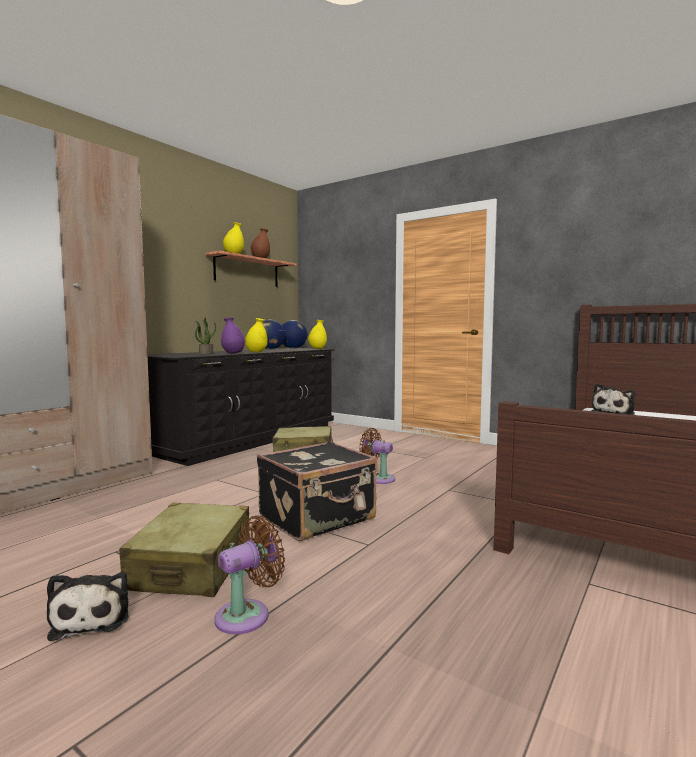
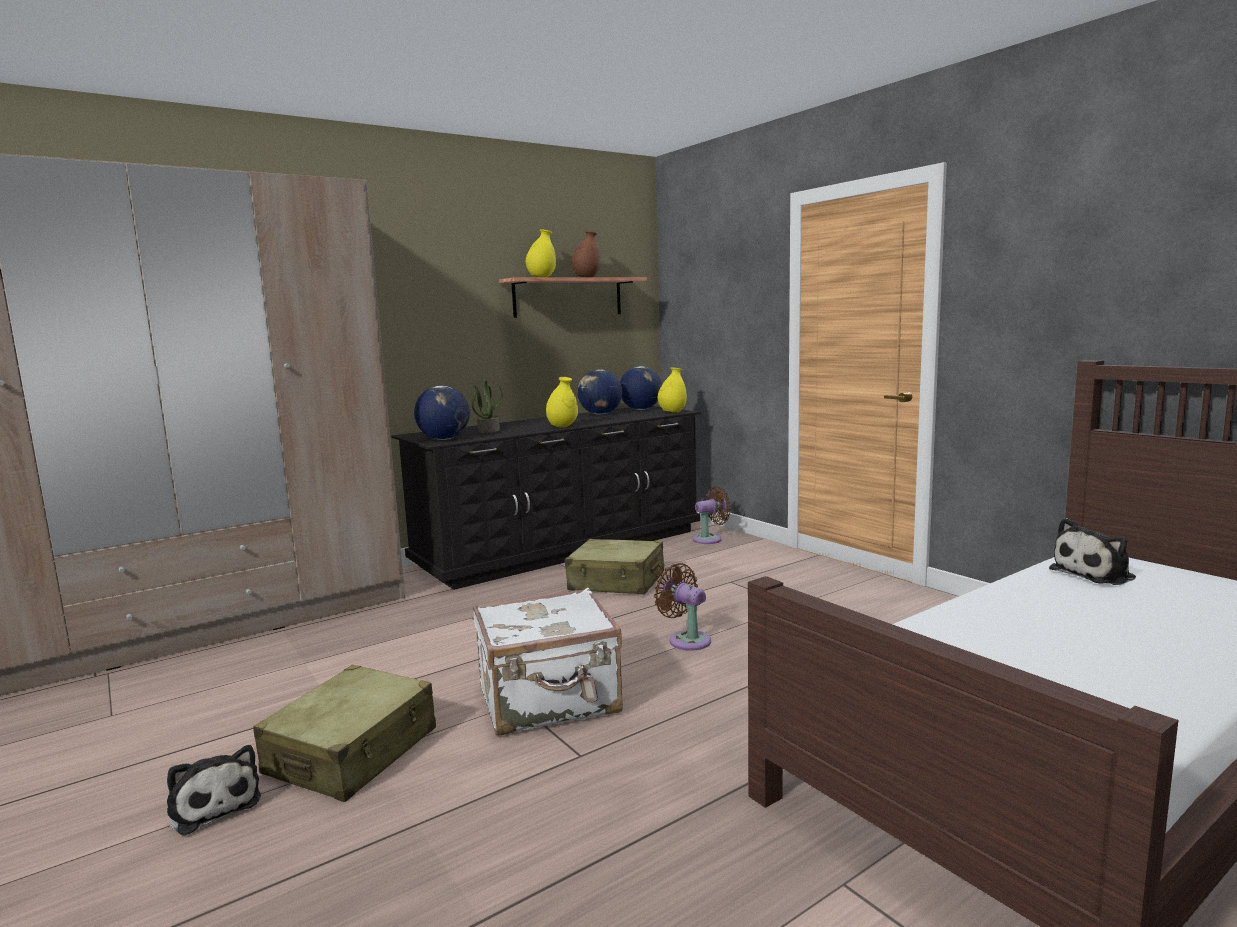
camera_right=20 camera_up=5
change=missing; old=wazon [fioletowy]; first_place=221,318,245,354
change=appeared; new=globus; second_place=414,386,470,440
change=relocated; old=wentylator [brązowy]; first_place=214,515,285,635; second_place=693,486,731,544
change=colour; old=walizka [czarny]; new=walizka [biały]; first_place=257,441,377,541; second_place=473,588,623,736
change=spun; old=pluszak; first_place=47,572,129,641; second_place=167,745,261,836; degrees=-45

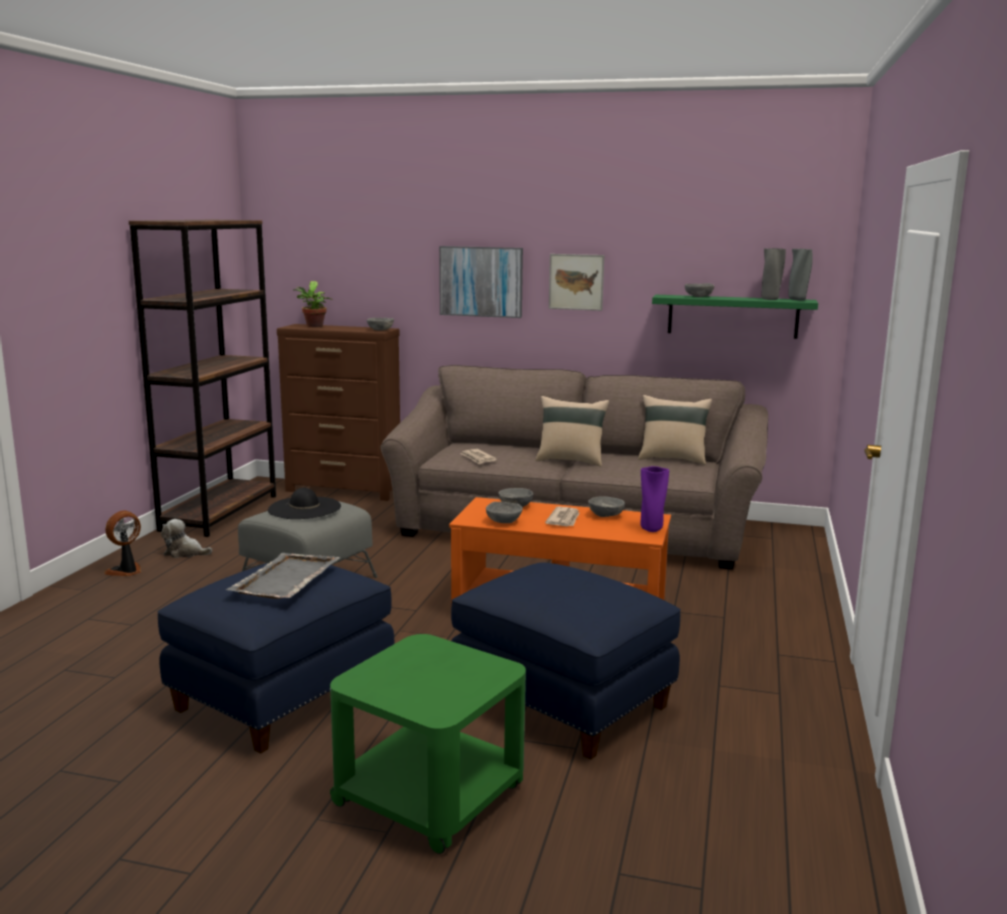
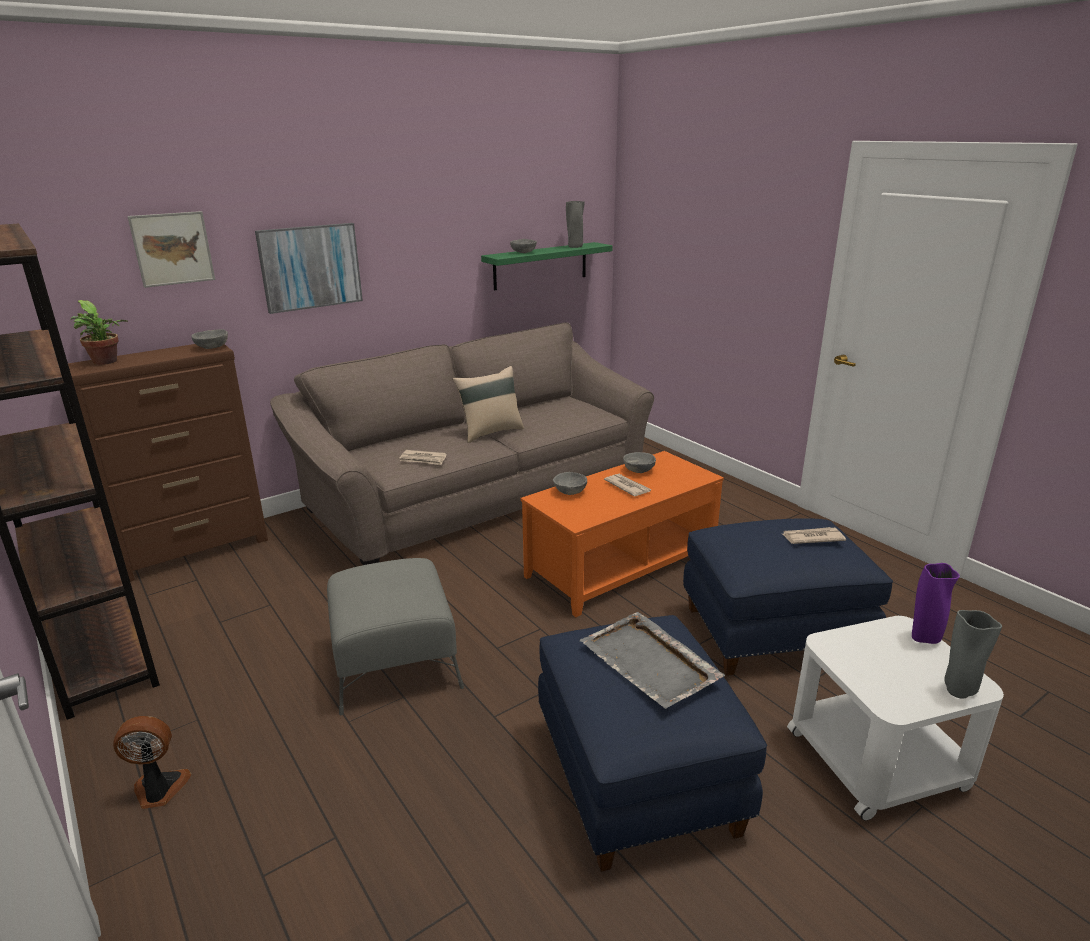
camera_right=-50 camera_up=10
change=missing; old=pluszak; first_place=161,519,212,558
change=missing; old=kapelusz [czarny]; first_place=268,488,341,519
change=missing; old=miska [szary]; first_place=486,502,523,523
change=missing; old=poduszka [beżowy]; first_place=638,395,712,465
change=appeared; new=gazeta; second_place=783,527,846,544
change=relocated; old=obraz; first_place=549,254,604,311; second_place=127,211,215,288
change=relocated; old=wazon [fioletowy]; first_place=641,466,669,532; second_place=912,563,960,644
change=relocated; old=wazon [szary]; first_place=788,249,813,301; second_place=944,610,1002,699
change=colour; old=stolik [zielony]; new=stolik [biały]; first_place=330,634,526,854; second_place=787,616,1004,821
change=spun; old=wentylator; first_place=104,511,141,576; second_place=113,716,191,809; degrees=90

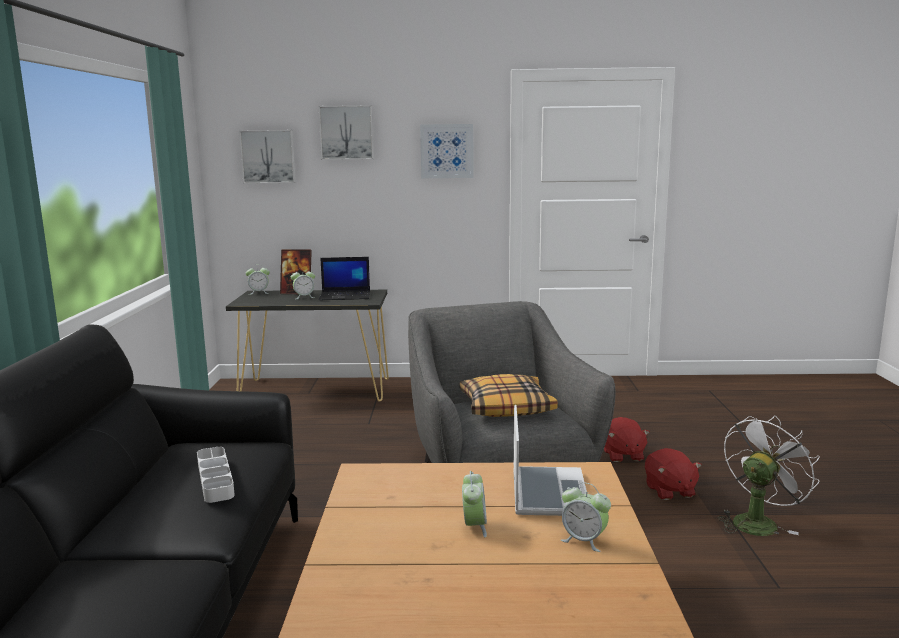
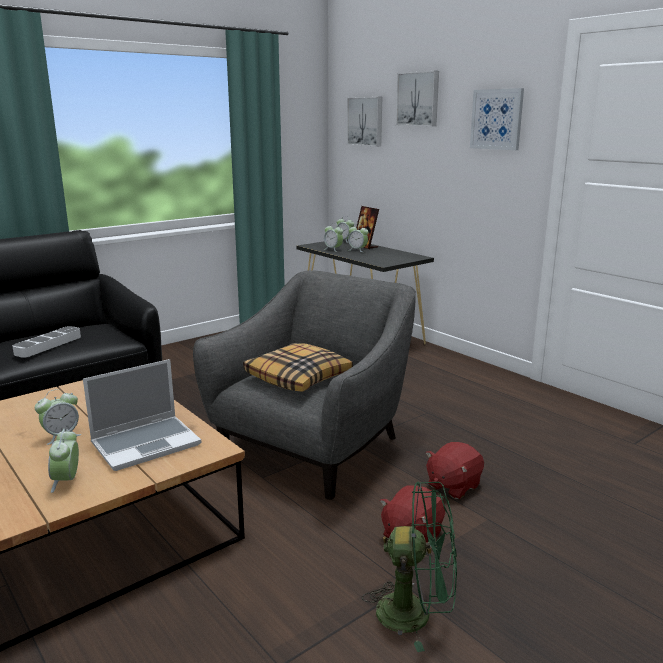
camera_right=50 camera_up=5
change=missing; old=laptop; first_place=319,257,370,301
change=appeared; new=budzik; second_place=324,223,343,252
change=colour; old=wentylator [biały]; new=wentylator [zielony]; first_place=718,415,820,536; second_place=362,482,457,652

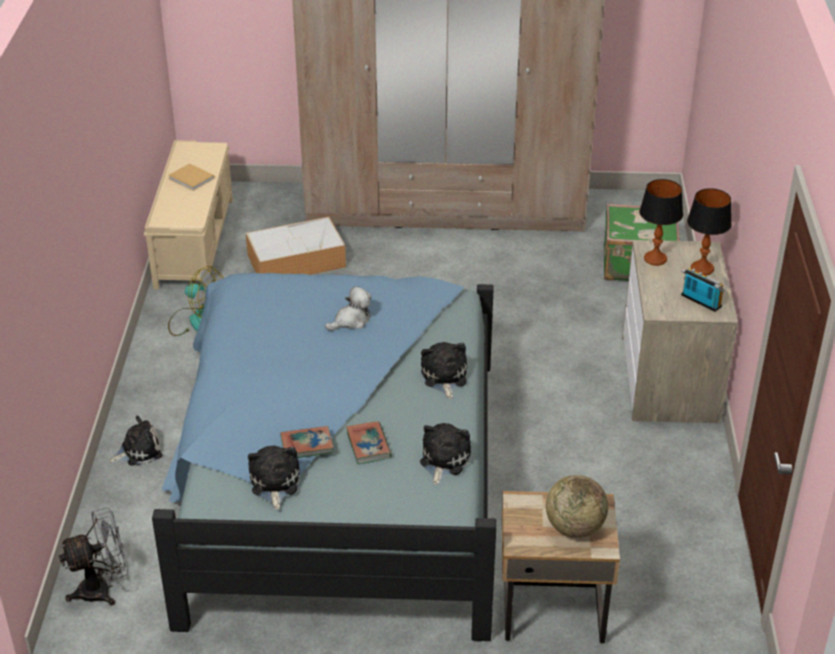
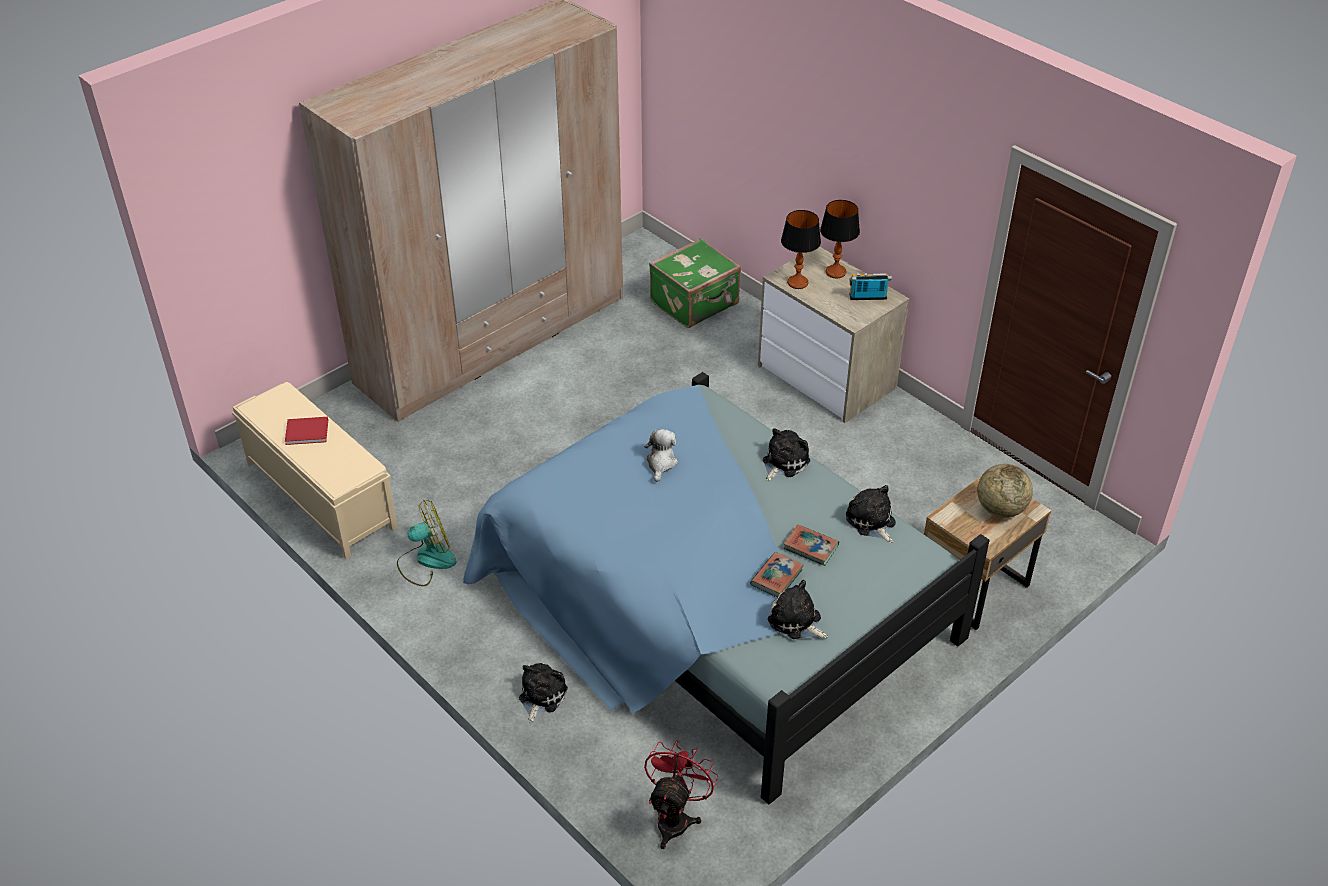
camera_right=-45 camera_up=5
change=missing; old=pojemnik do przechowywania; first_place=246,217,346,275
change=colour; old=wentylator [szary]; new=wentylator [czerwony]; first_place=59,507,128,606; second_place=644,740,718,849
change=colour; old=książka [beżowy]; new=książka [czerwony]; first_place=168,163,214,191; second_place=285,417,328,445
change=spun; old=pluszak; first_place=421,342,467,399; second_place=763,428,810,481; degrees=90

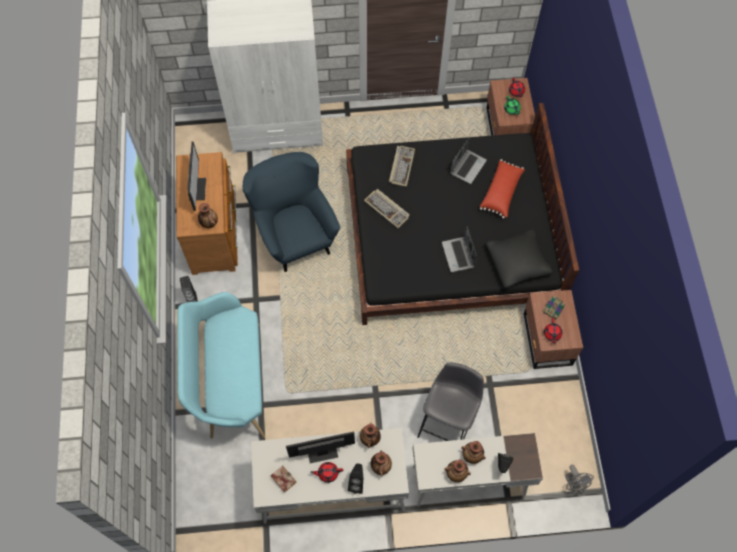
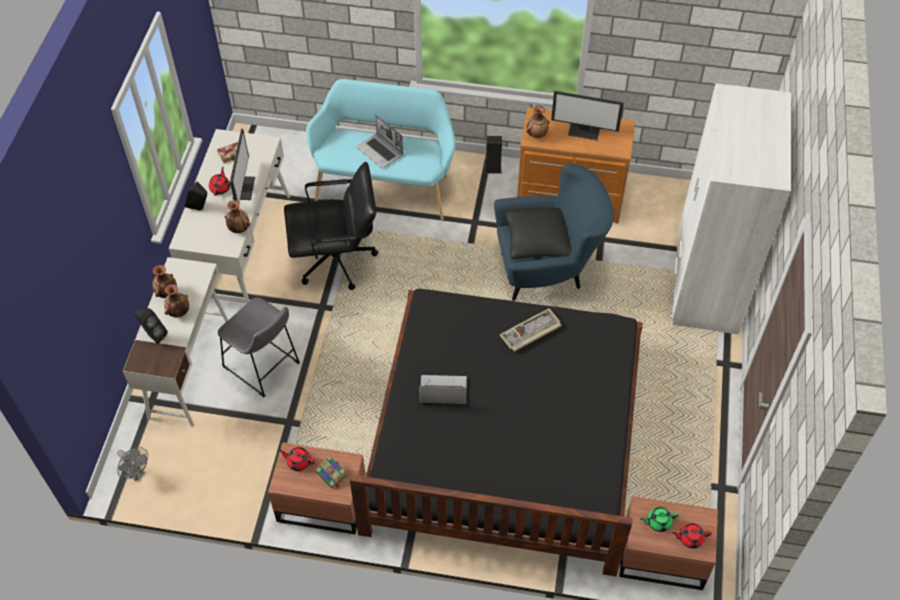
camera_right=105 camera_up=-10
change=missing; old=wazon; first_place=371,450,392,477
change=missing; old=klawiatura; first_place=389,146,415,187
change=missing; old=poduszka [czerwony]; first_place=480,159,525,219
change=appeared; new=krzesło biurowe [czarny]; second_place=284,162,378,290
change=relocated; old=laptop; first_place=450,138,487,184; second_place=357,115,403,169
change=relocated; old=poduszka [czarny]; first_place=486,229,553,288; second_place=505,208,571,259
change=spun; old=wentylator [szary]; first_place=565,465,594,492; second_place=117,447,148,481; degrees=-135

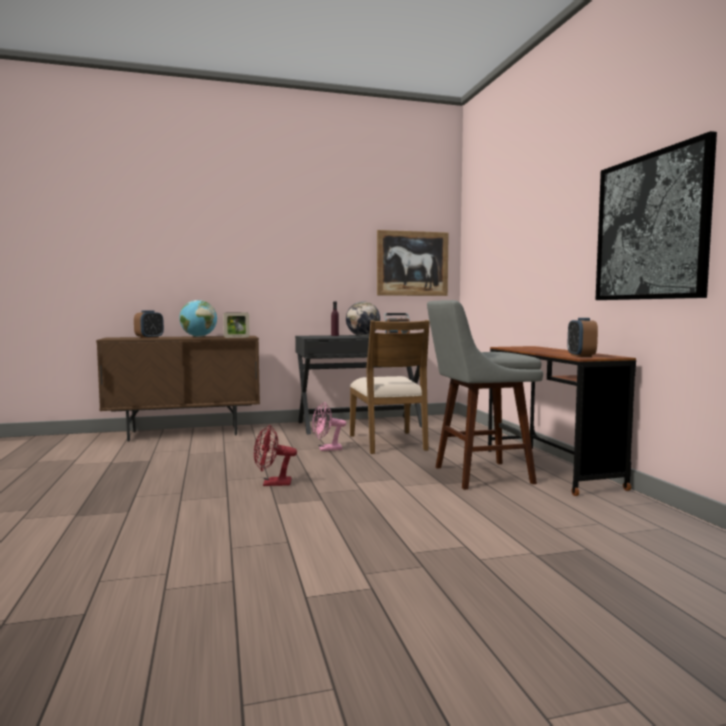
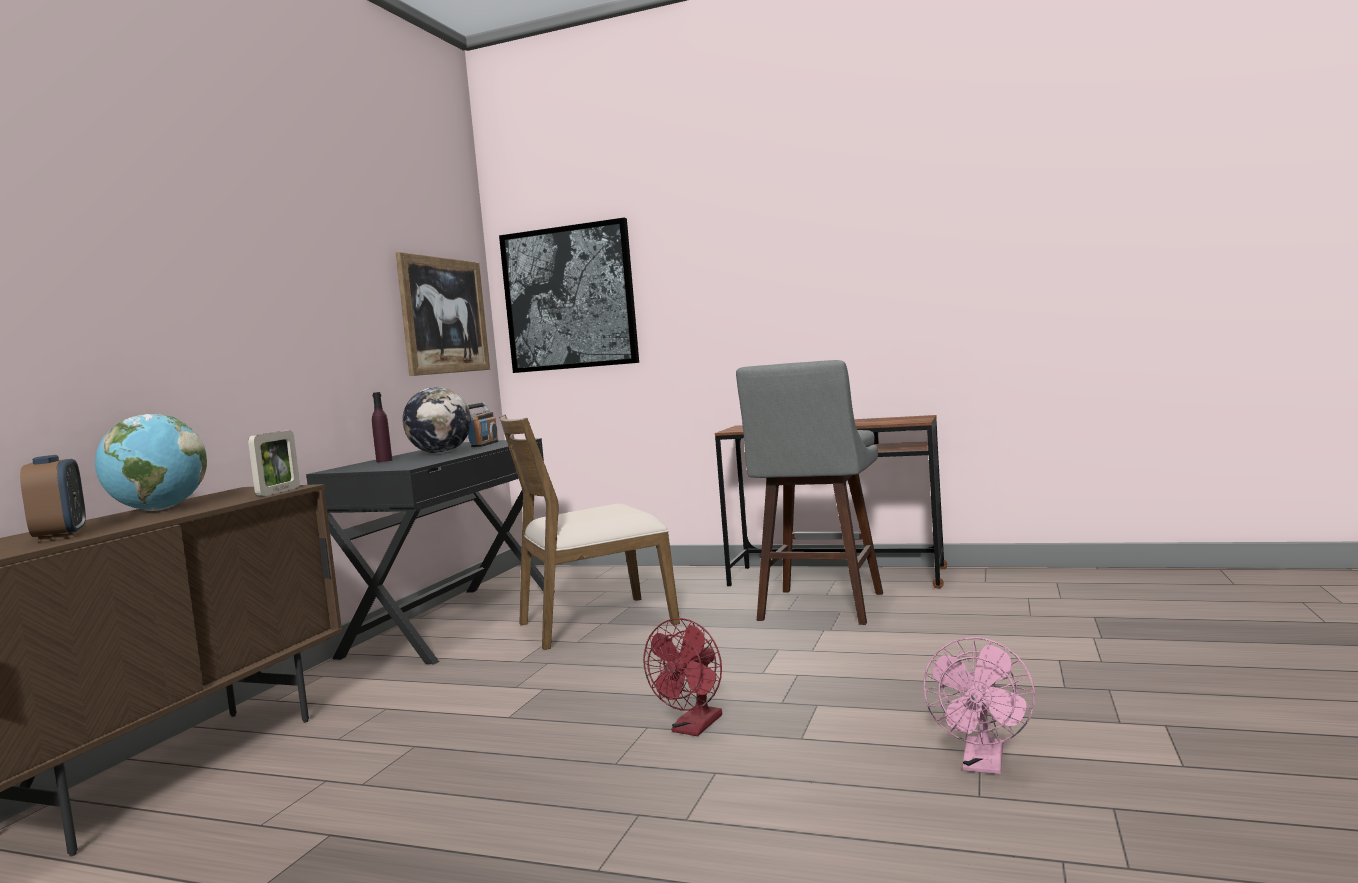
camera_right=-55 camera_up=0
change=missing; old=budzik; first_place=567,318,598,357
change=relocated; old=wentylator [różowy]; first_place=312,402,346,451; second_place=923,637,1035,774
change=relocated; old=obraz; first_place=595,131,717,300; second_place=499,218,639,373
change=spun; old=krzesło [brązowy]; first_place=350,320,430,454; second_place=499,415,680,650; degrees=135

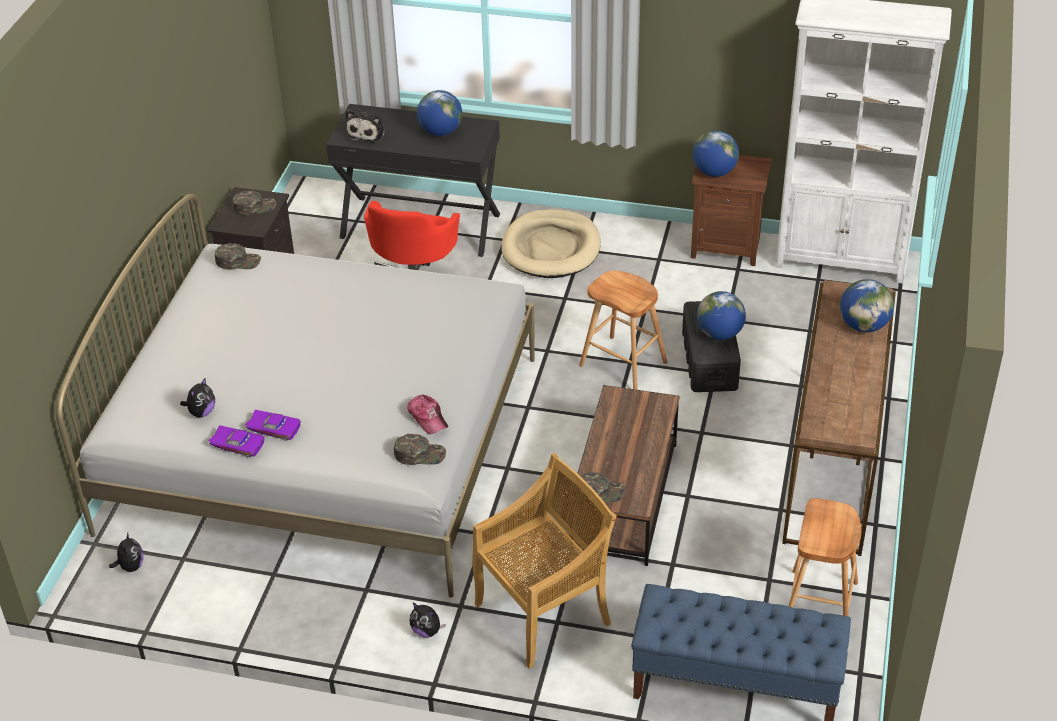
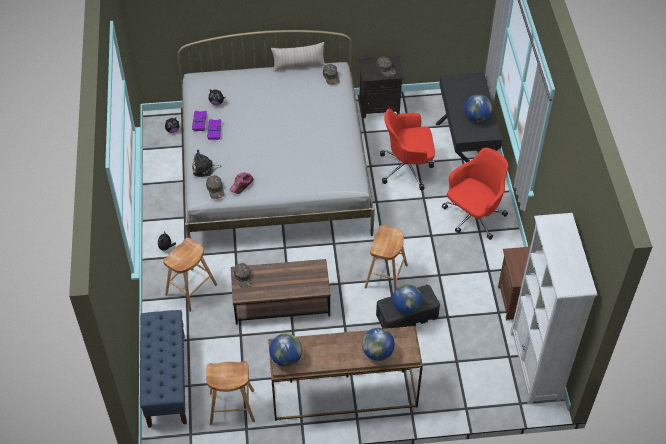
camera_right=70 camera_up=10
change=appeared; new=poduszka [beżowy]; second_place=271,42,325,71
change=relocated; old=pluszak; first_place=346,110,385,143; second_place=192,149,222,177
change=relocated; old=globus; first_place=693,131,739,177; second_place=269,333,302,367
change=exchanged; old=krzesło [beżowy]; new=stołek [brązowy]; first_place=472,453,617,669; second_place=163,238,217,312
change=exchanged; old=legowisko [beżowy]; new=krzesło biurowe [czerwony]; first_place=501,209,601,278; second_place=442,148,509,240

